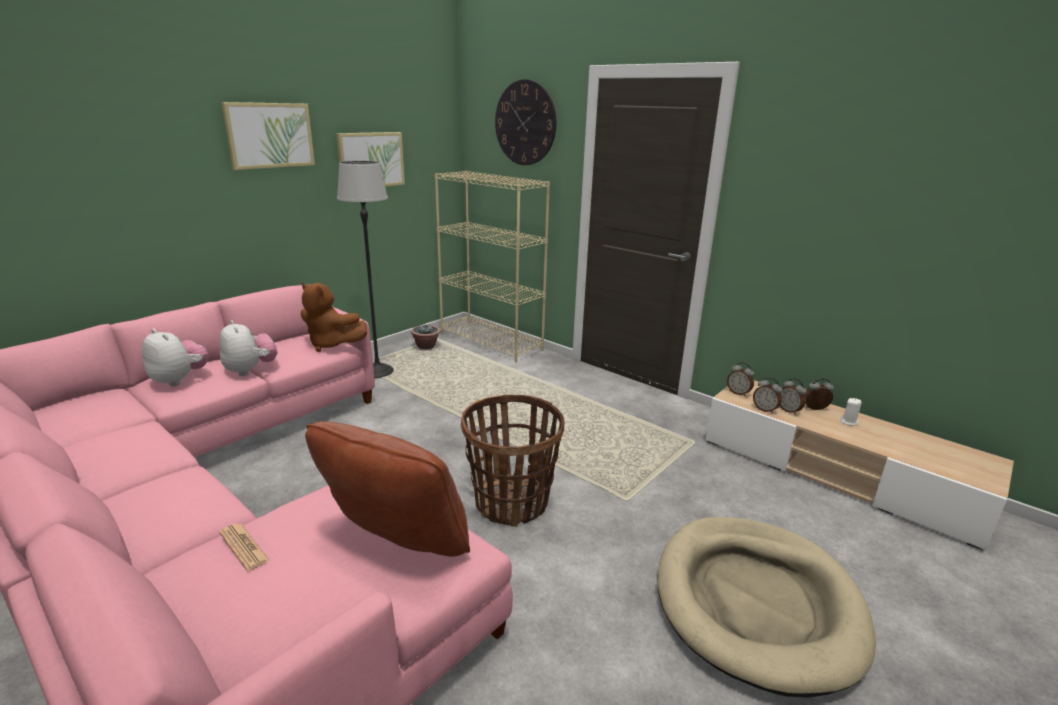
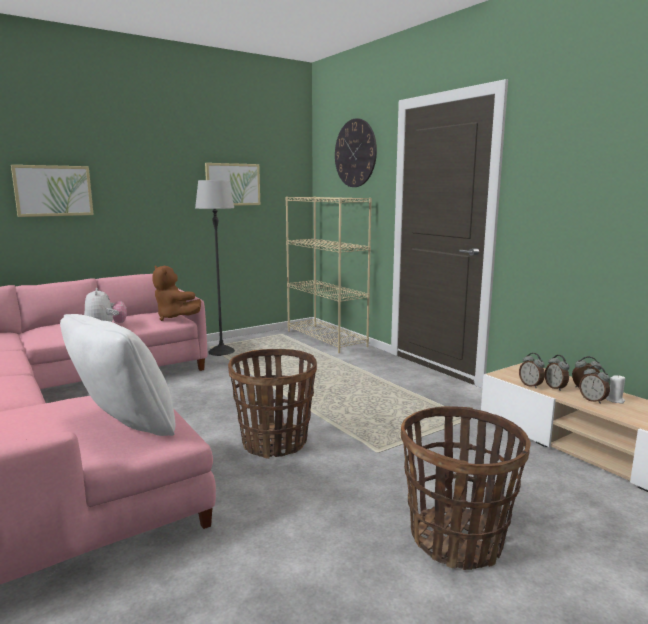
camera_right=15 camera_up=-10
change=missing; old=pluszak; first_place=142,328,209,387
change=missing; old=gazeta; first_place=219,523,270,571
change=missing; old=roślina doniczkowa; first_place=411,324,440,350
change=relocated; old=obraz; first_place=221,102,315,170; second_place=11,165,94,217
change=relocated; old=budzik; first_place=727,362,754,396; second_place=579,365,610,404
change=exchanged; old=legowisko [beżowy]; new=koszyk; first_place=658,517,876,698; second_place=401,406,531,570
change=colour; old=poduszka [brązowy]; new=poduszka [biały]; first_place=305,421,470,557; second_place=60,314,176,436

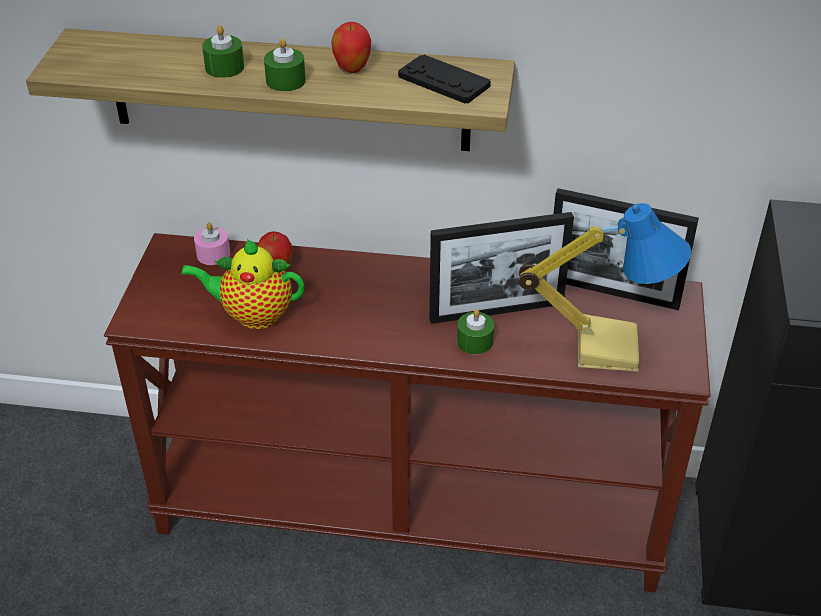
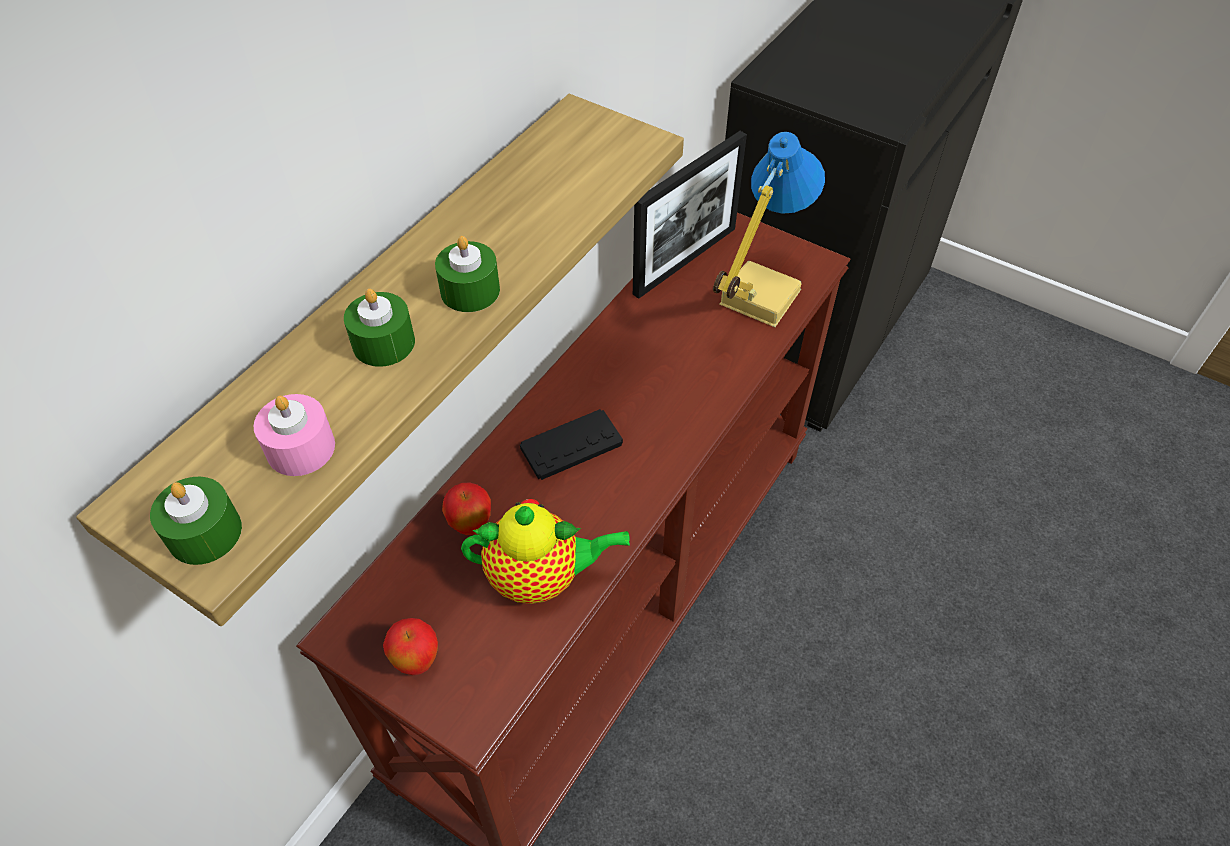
camera_right=-65 camera_up=10
change=missing; old=ramka na zdjęcie; first_place=429,212,574,324
change=relocated; old=świeca [różowy]; first_place=194,222,230,265; second_place=254,394,335,476
change=relocated; old=jabłko; first_place=331,22,371,73; second_place=383,618,438,675
change=relocated; old=pad do gier [czarny]; first_place=398,55,491,104; second_place=520,409,623,480
change=relocated; old=świeca [zielony]; first_place=457,309,494,354; second_place=150,477,242,565
change=spun; old=imbryk; first_place=181,239,304,329; second_place=461,499,630,604; degrees=-120

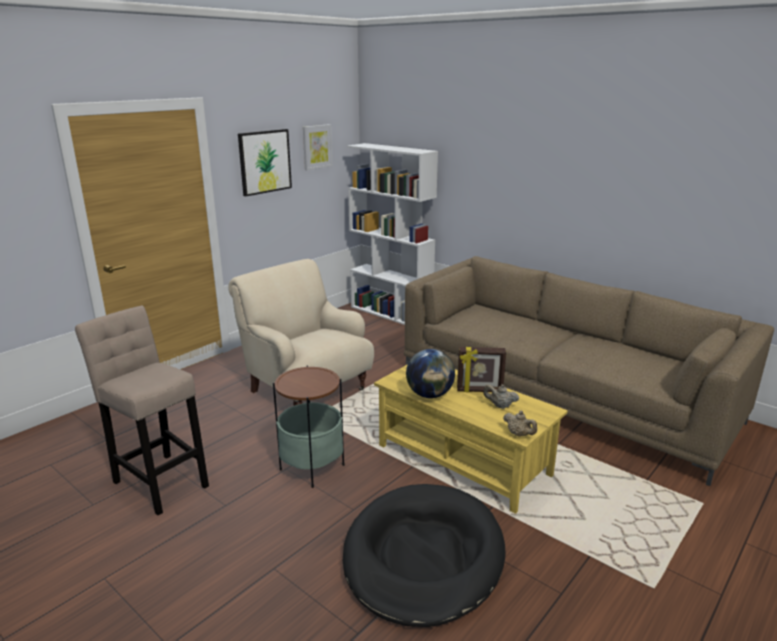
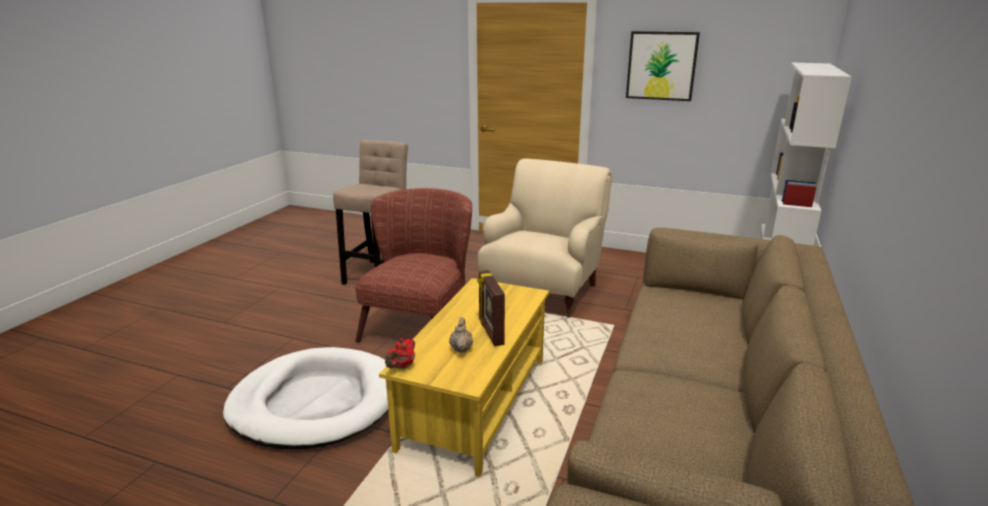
camera_right=70 camera_up=0
change=missing; old=obraz; first_place=303,124,333,170
change=missing; old=globus; first_place=406,349,455,398
change=exchanged; old=stolik; new=fotel [brązowy]; first_place=273,366,344,488; second_place=355,188,472,342
change=colour; old=legowisko [czarny]; new=legowisko [biały]; first_place=343,484,505,627; second_place=223,347,388,450
change=colour; old=imbryk [beżowy]; new=imbryk [czerwony]; first_place=503,410,537,437; second_place=385,338,415,369

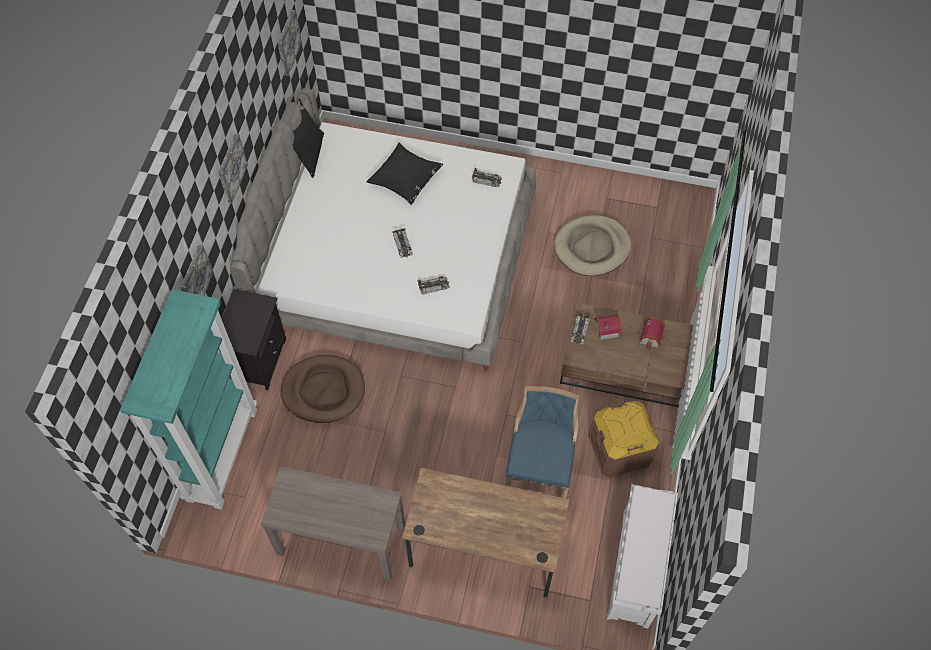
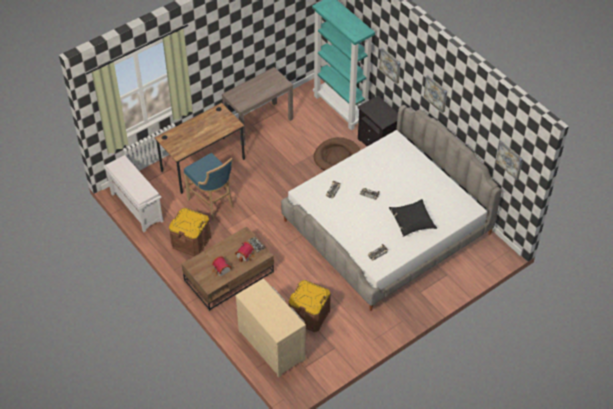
camera_right=130 camera_up=-10
change=missing; old=poduszka [czarny]; first_place=293,98,324,178
change=appeared; new=komoda [beżowy]; second_place=235,278,306,377
change=exchanged; old=legowisko [beżowy]; new=pojemnik do przechowywania [brązowy]; first_place=554,215,632,276; second_place=289,280,331,332

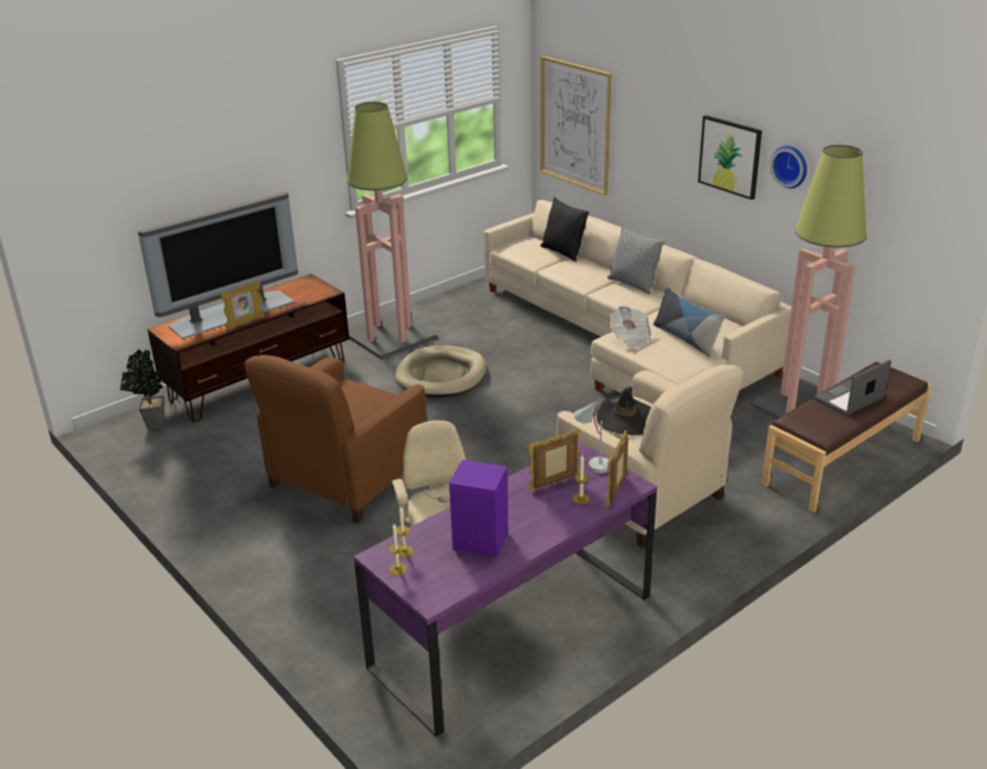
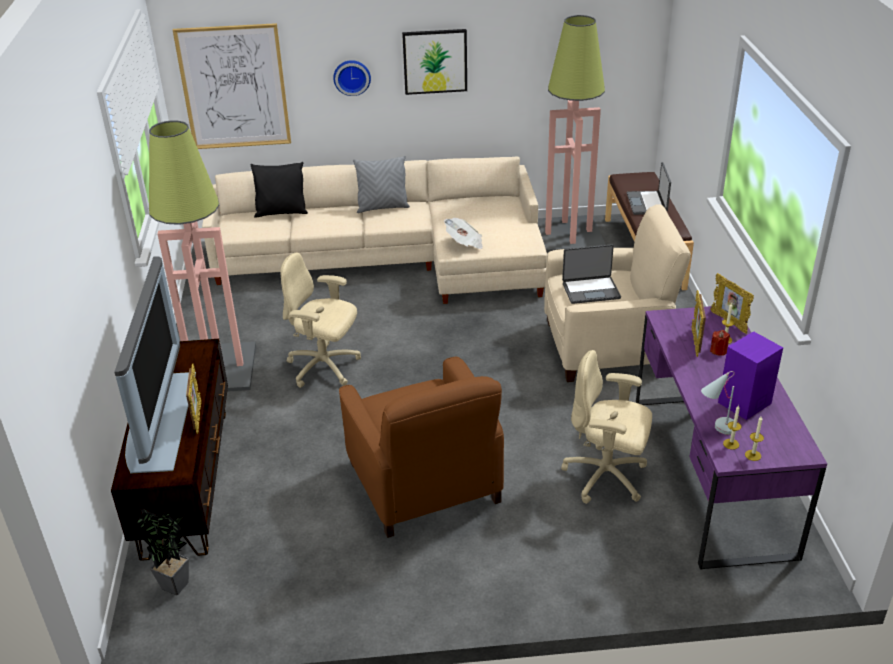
camera_right=-55 camera_up=5
change=missing; old=poduszka; first_place=653,287,724,357
change=appeared; new=świeca [czerwony]; second_place=710,330,730,356
change=relocated; old=lampa stołowa [biały]; first_place=574,402,609,473; second_place=701,371,735,435
change=relocated; old=zegar ścienny; first_place=770,146,807,189; second_place=333,60,371,96
change=exchanged; old=legowisko [beżowy]; new=krzesło biurowe [beżowy]; first_place=395,346,486,398; second_place=280,253,361,388
change=exchanged; old=kapelusz [czarny]; new=laptop; first_place=596,386,651,435; second_place=562,244,621,304

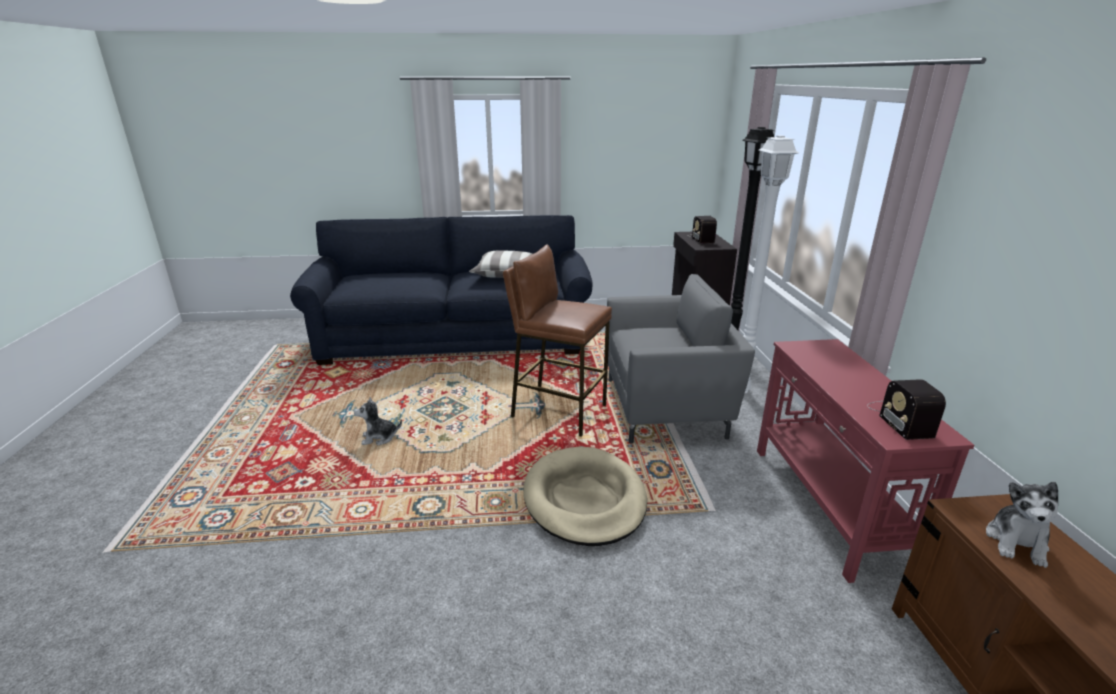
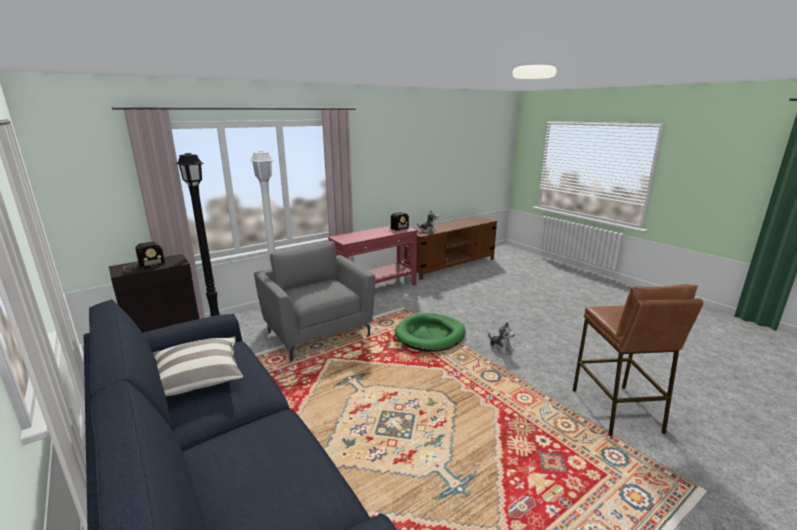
camera_right=-120 camera_up=-5
change=relocated; old=pluszak; first_place=354,397,402,445; second_place=488,322,514,355
change=relocated; old=stołek [brązowy]; first_place=503,245,612,437; second_place=573,284,704,437
change=colour; old=legowisko [beżowy]; new=legowisko [zielony]; first_place=523,446,647,546; second_place=395,313,466,351

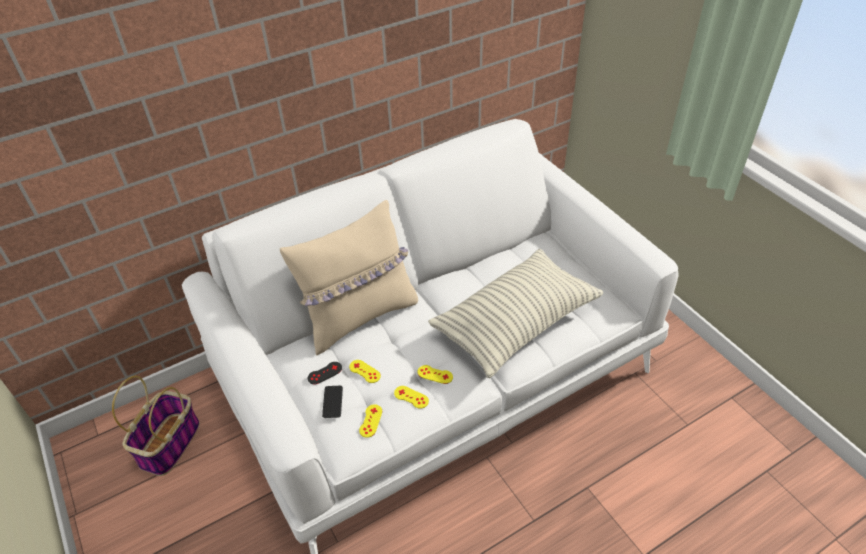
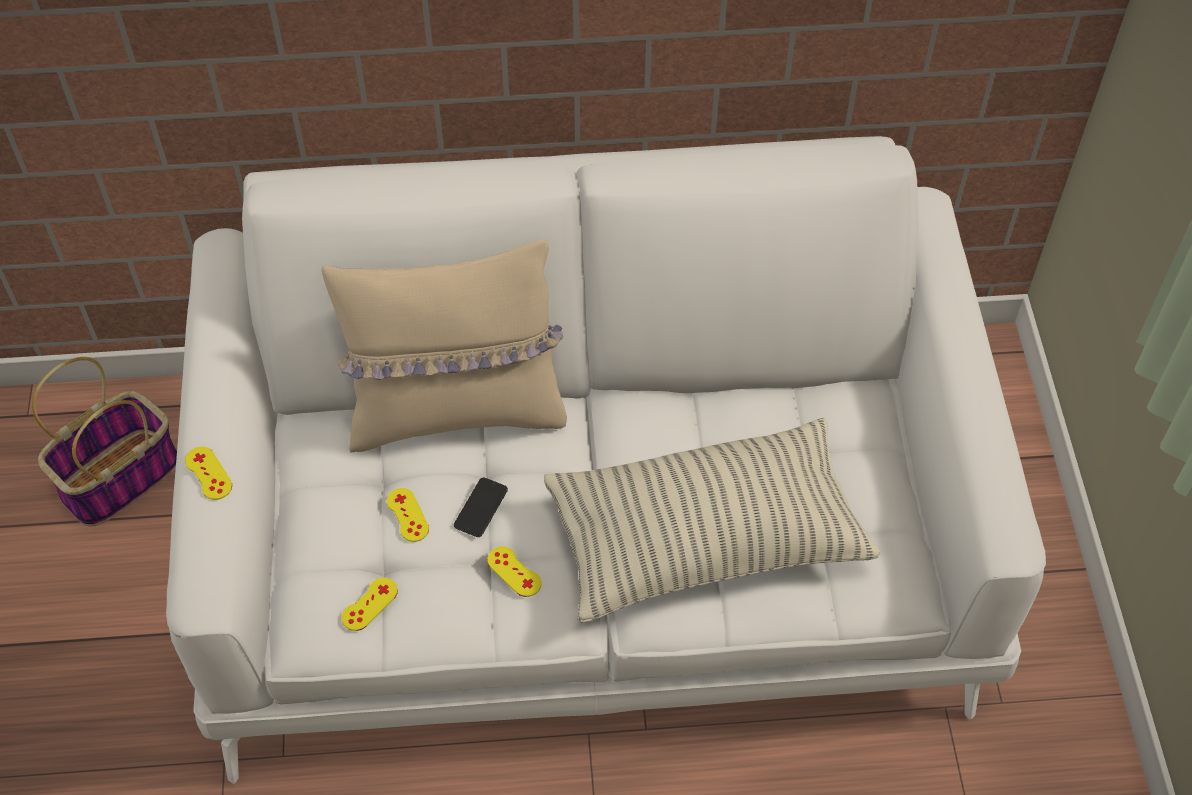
camera_right=25 camera_up=10
change=missing; old=pad do gier [czarny]; first_place=308,362,342,384
change=relocated; old=telefon; first_place=322,386,343,418; second_place=454,478,508,537
change=relocated; old=pad do gier [żółty]; first_place=394,386,429,409; second_place=185,447,232,500

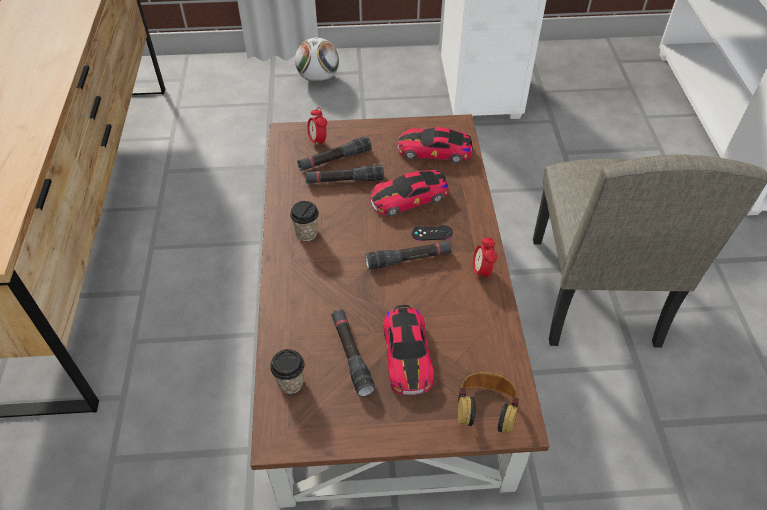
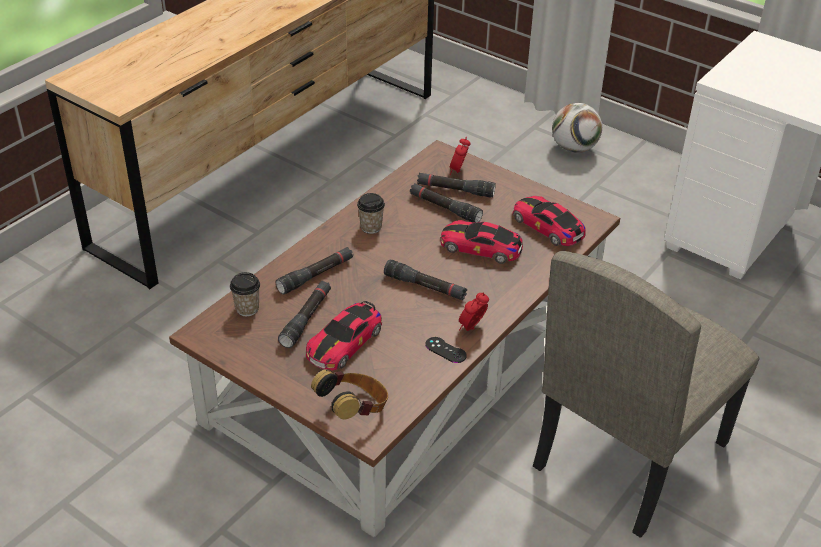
camera_right=40 camera_up=-10
change=appeared; new=latarka [czarny]; second_place=275,247,353,295
change=relocated; old=pad do gier [czarny]; first_place=412,225,453,241; second_place=425,337,467,363

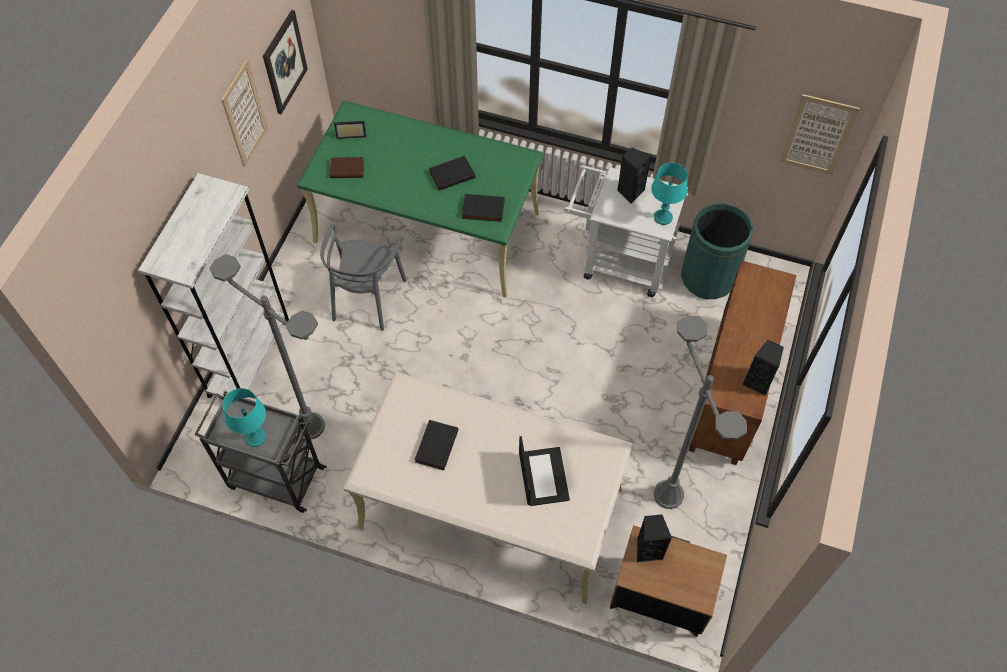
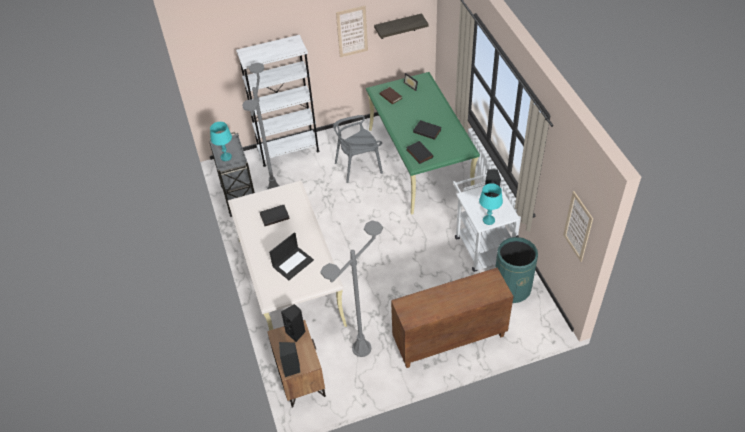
camera_right=55 camera_up=-10
change=relocated; old=głośnik [czarny]; first_place=742,340,784,396; second_place=279,342,300,377
change=exchanged; old=obraz; new=półka; first_place=263,10,308,114; second_place=374,13,429,39

